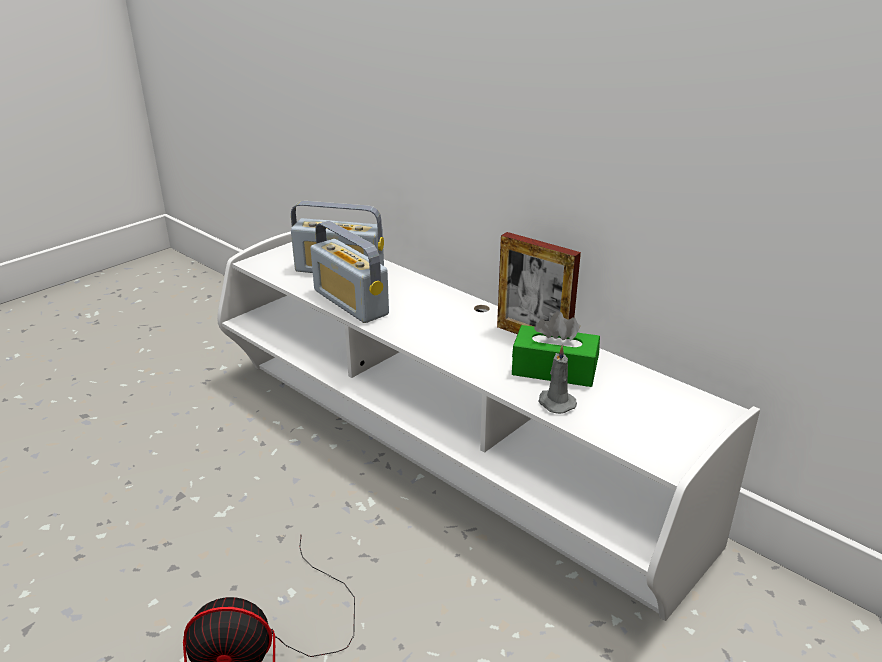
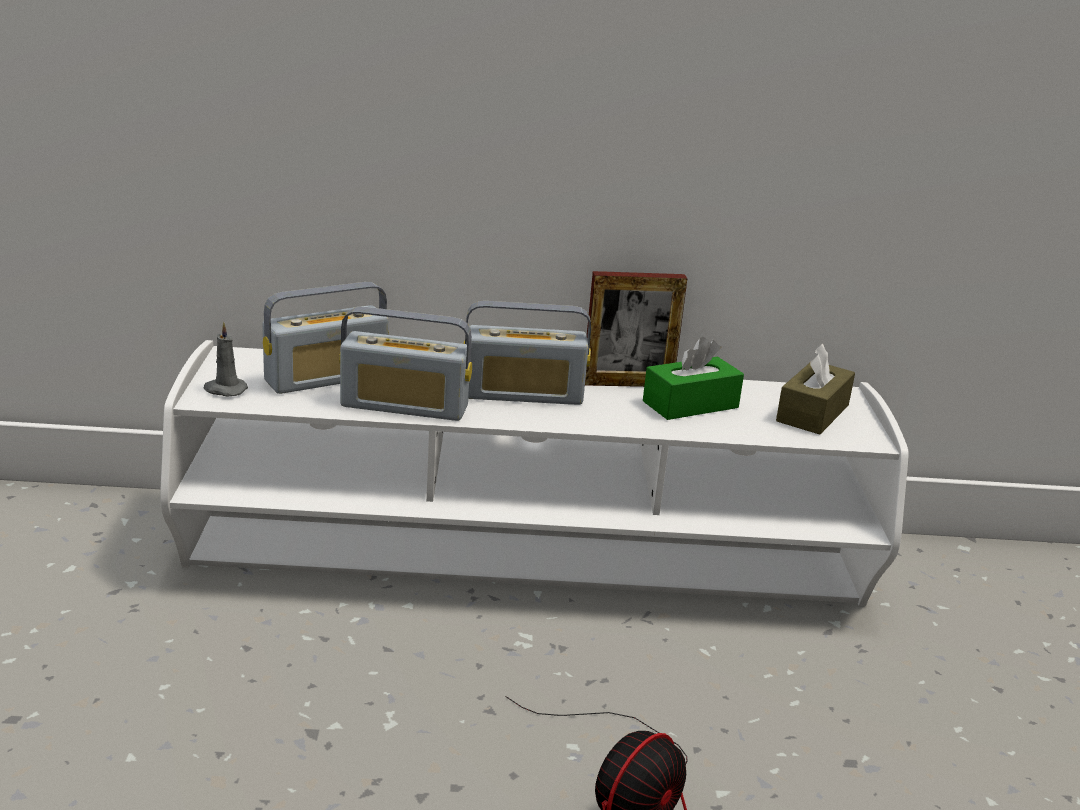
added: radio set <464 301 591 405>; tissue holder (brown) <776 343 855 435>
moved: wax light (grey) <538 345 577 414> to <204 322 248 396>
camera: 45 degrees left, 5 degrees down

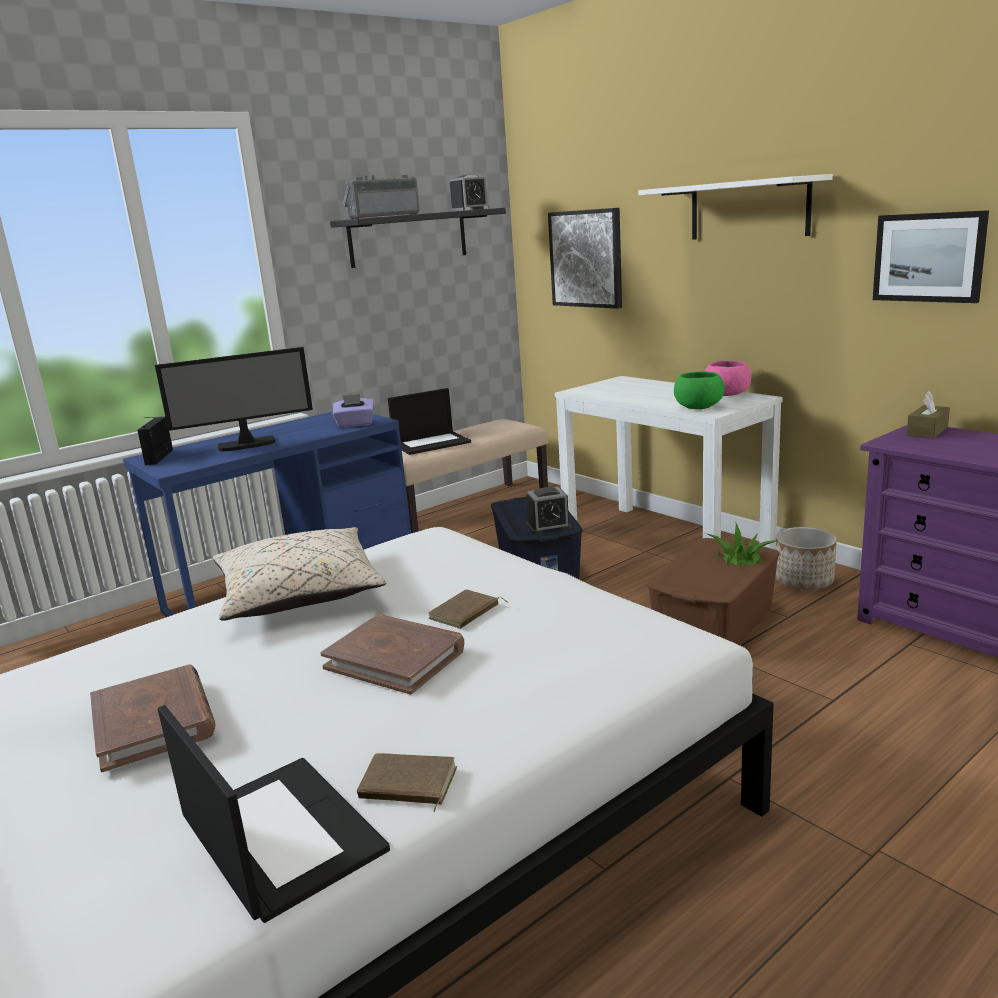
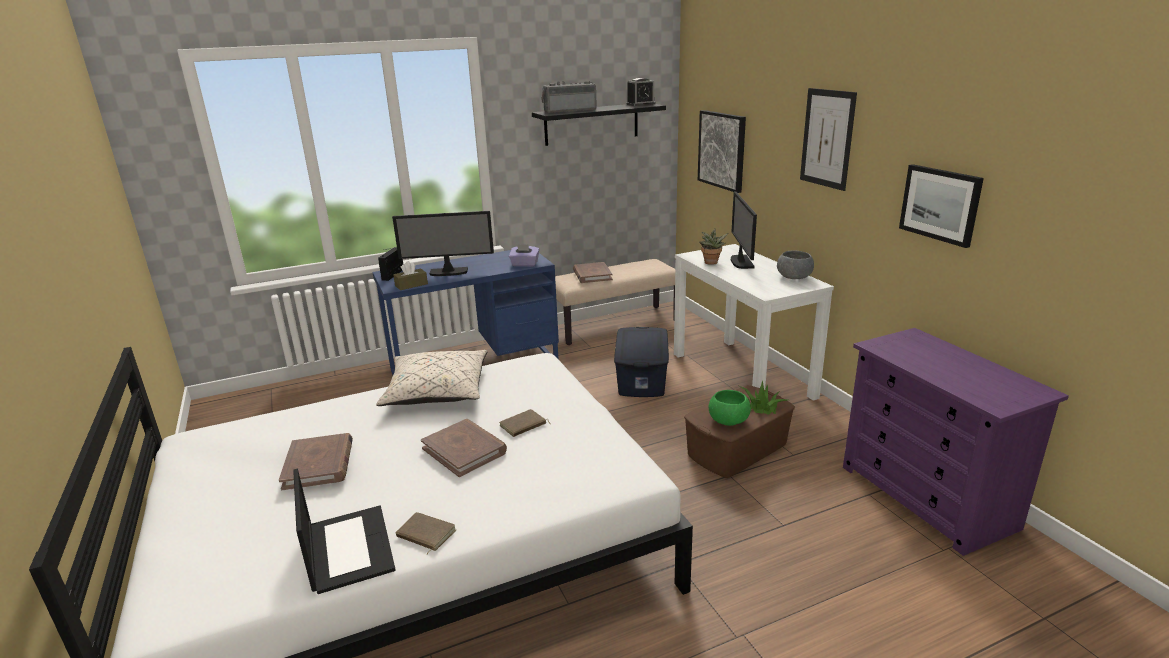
removed: alarm clock <526 487 571 534>; plant pot <775 527 837 590>
added: computer display <731 191 757 269>; plant in a pot <699 229 728 265>
moved: bowl (green-coloured) <674 372 724 409> to <709 390 751 426>; tissue holder (brown) <906 391 950 438> to <393 261 428 290>
replaced: shelf (white-coloured) <638 174 833 240> to picture <800 88 857 191>; portable computer <388 388 471 455> to bound book (brown) <573 262 613 283>
recoloured: bowl (pink) <705 361 751 396> to bowl (grey) <777 250 814 279>
camera: 15 degrees right, 5 degrees up

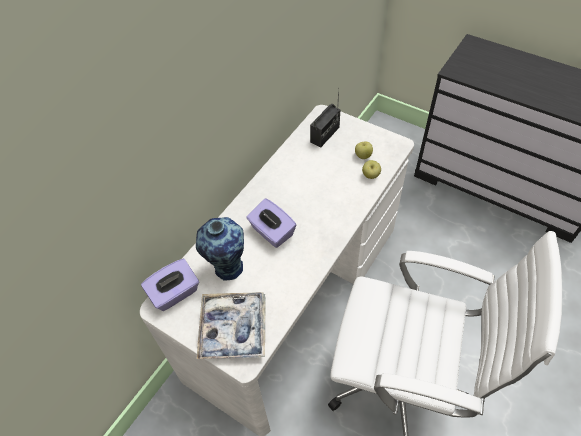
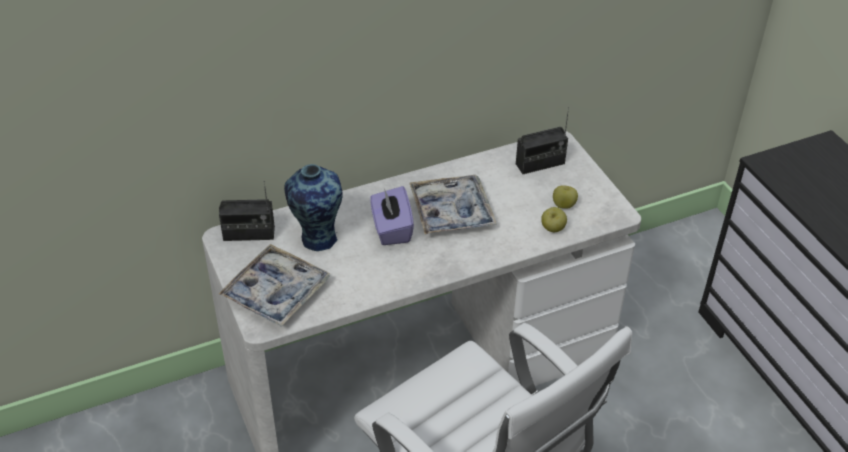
added: tray <410 175 497 234>
replaced: tissue holder (purple-coloured) <141 259 199 311> to radio set <219 181 275 241>
camera: 30 degrees right, 10 degrees down

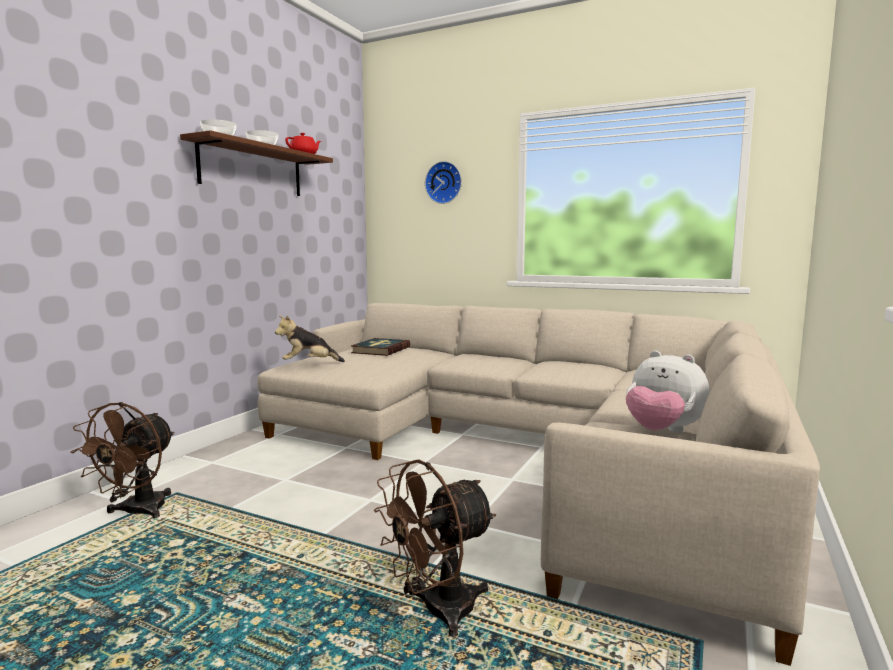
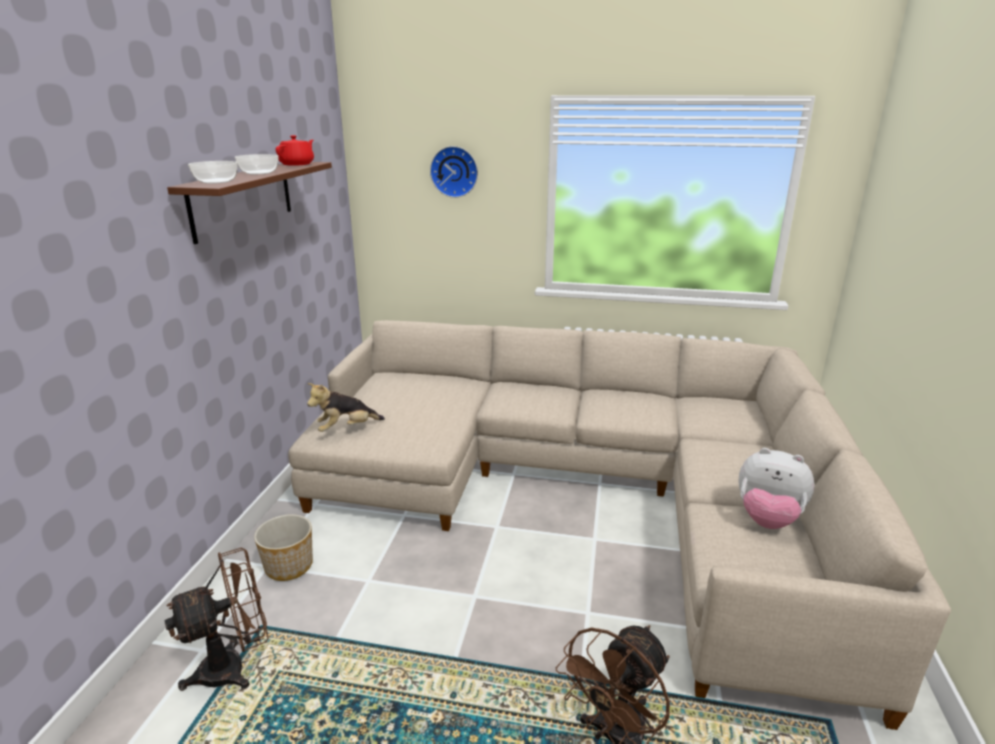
removed: bound book <351 338 410 356>
added: plant pot <254 514 313 581>
turned: cooling fan (brown) <70 402 175 518> = <164 548 269 691> 120 degrees counterclockwise
camera: 15 degrees left, 15 degrees up

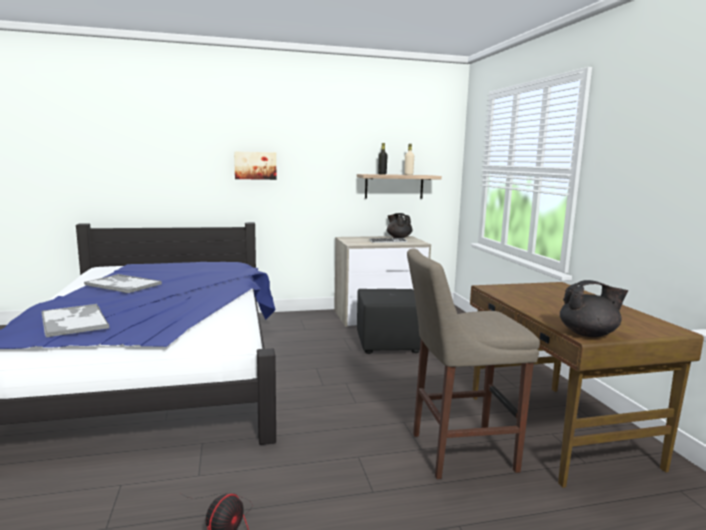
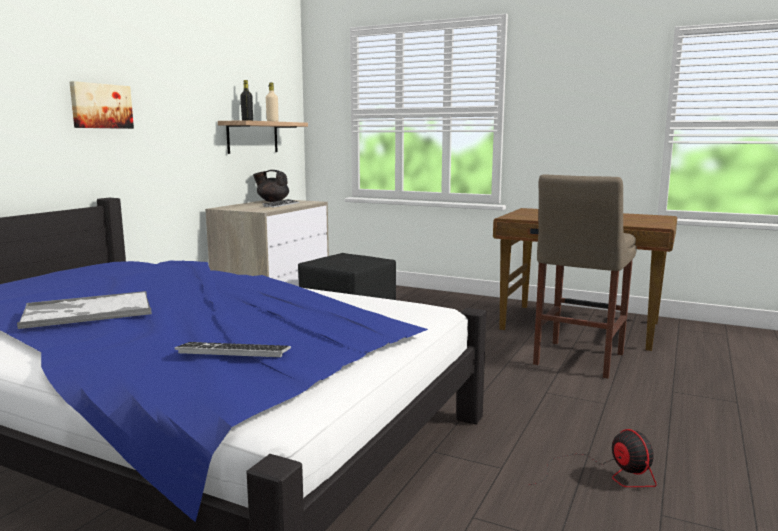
removed: pot for tea (black) <560 280 628 337>
replaced: tray <42 304 109 337> to computer keyboard <175 342 291 357>
camera: 50 degrees left, 0 degrees up

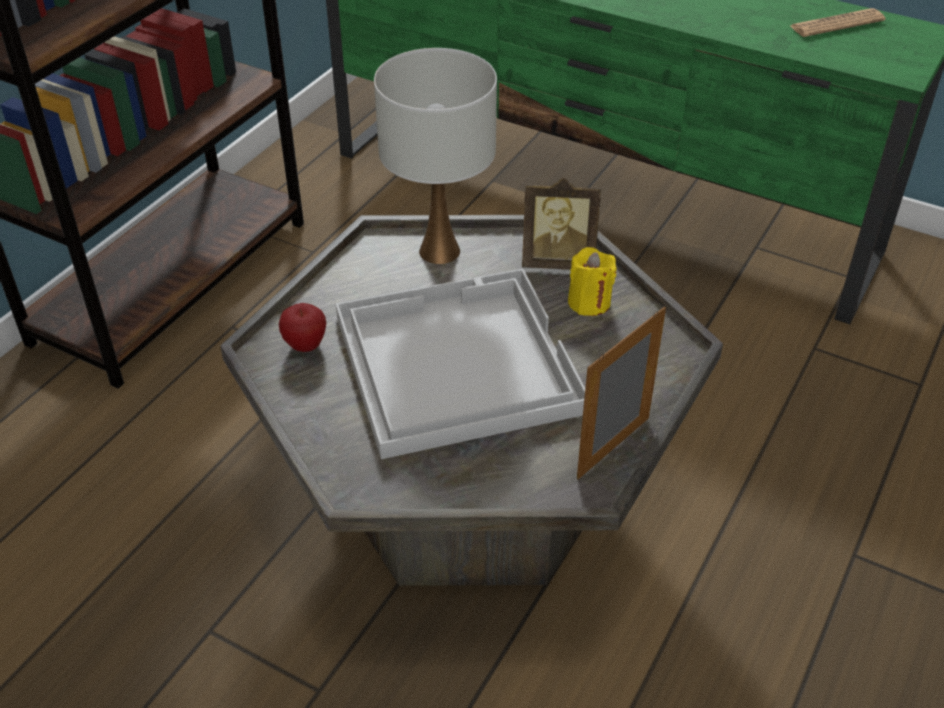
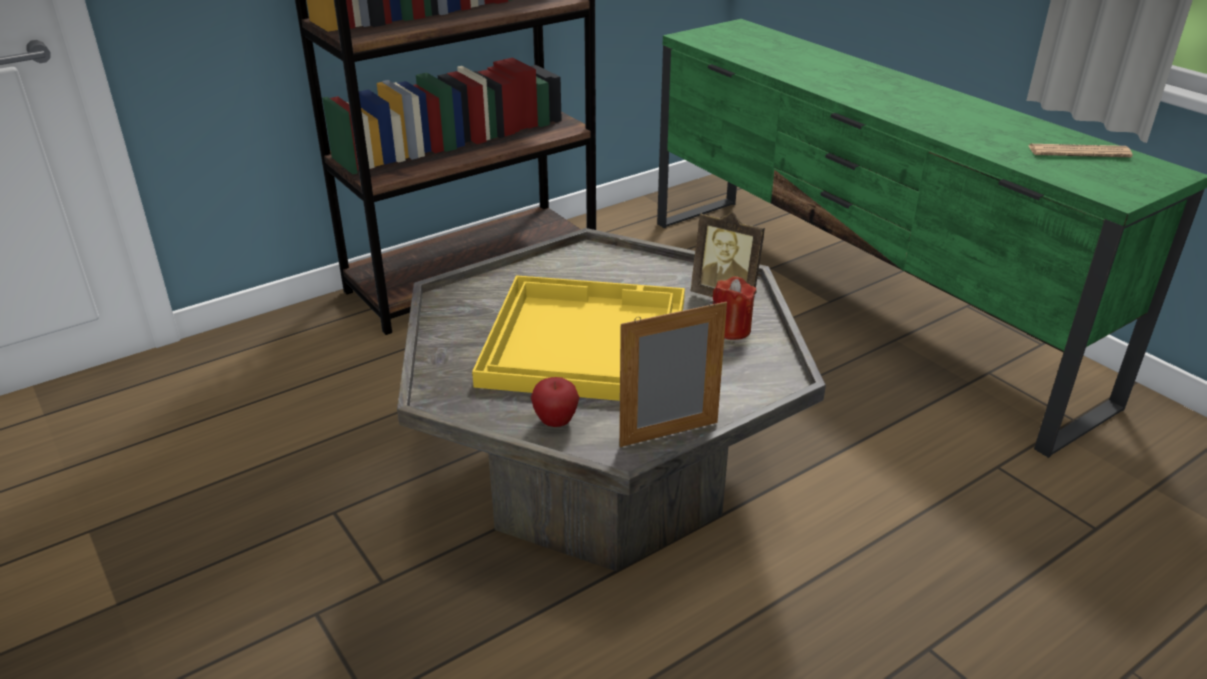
removed: lamp for a table (white-coloured) <374 48 497 264>
moved: whole apple <279 303 326 352> to <531 377 580 427>
recoloured: wax light (yellow-coloured) <568 247 617 316> to wax light (reddish) <713 276 756 340>; tray (white-coloured) <336 269 585 459> to tray (yellow-coloured) <472 275 685 401>
camera: 25 degrees right, 10 degrees down

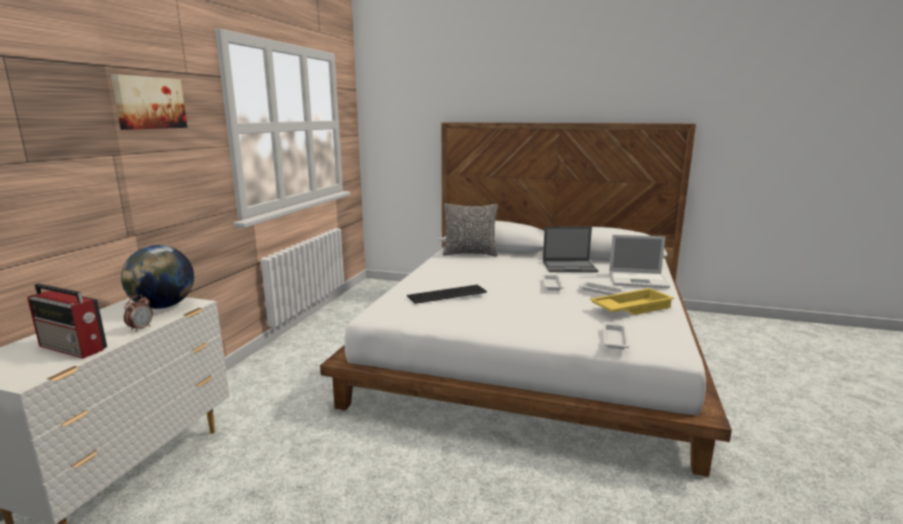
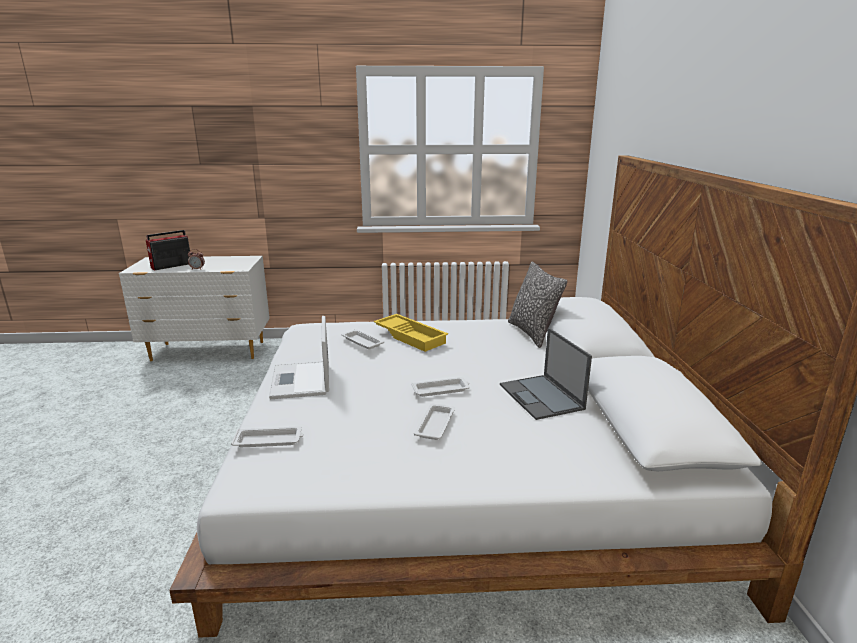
removed: picture <111 74 187 130>; desk globe <121 245 194 309>
moved: portable computer <609 235 670 288> to <269 316 329 399>; tray (yellow-coloured) <590 288 674 315> to <374 314 448 352>
replaced: computer keyboard <407 285 487 304> to tray (white-coloured) <342 330 384 349>
turned: radio set <27 284 107 359> = <146 230 190 271> 45 degrees clockwise
camera: 70 degrees right, 5 degrees up

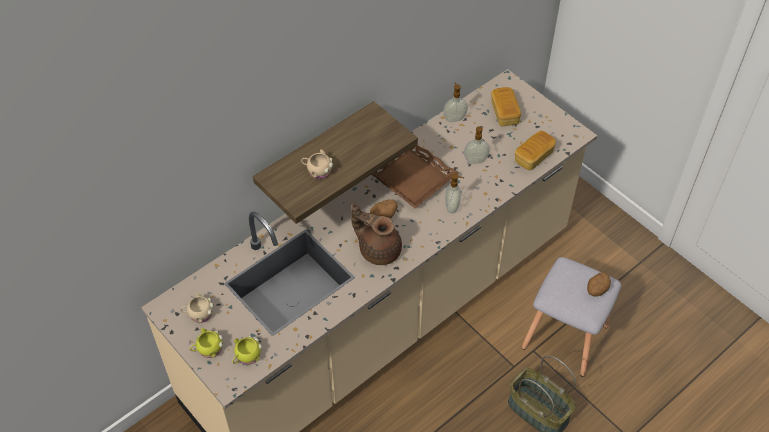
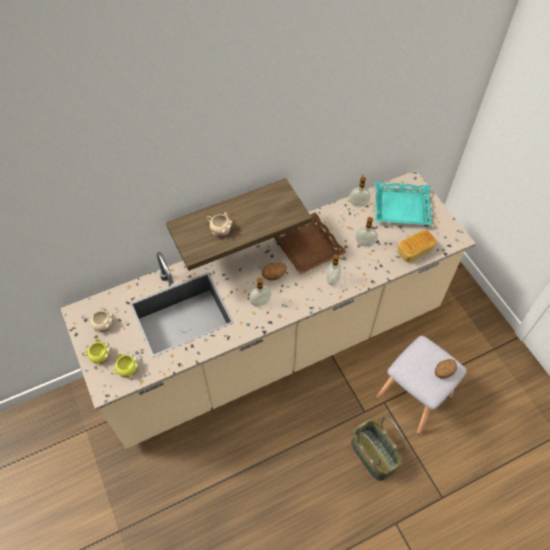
replaced: bread <491 87 521 126> to tray (turquoise-coloured) <375 182 432 225>; pot for tea (brown) <351 203 402 265> to soap bottle <249 278 271 307>
camera: 15 degrees right, 5 degrees up

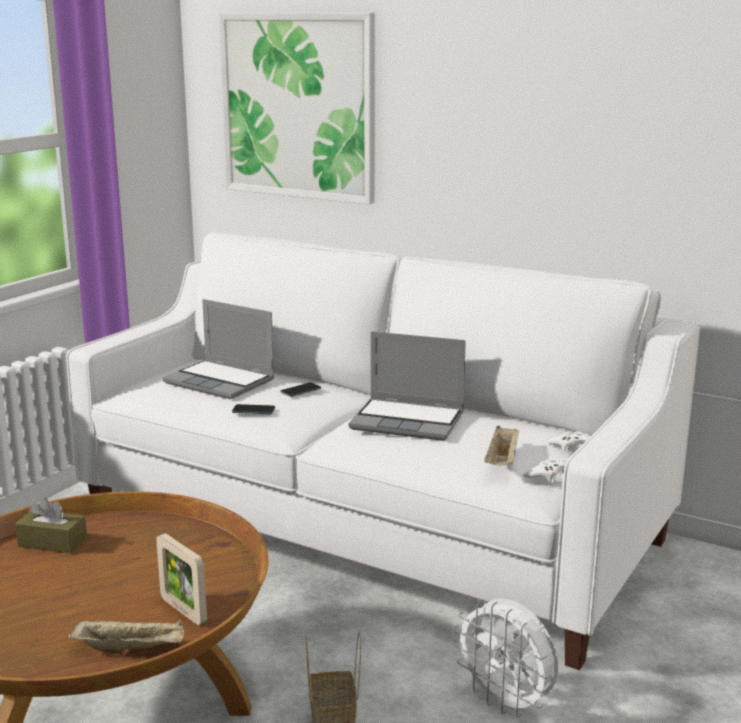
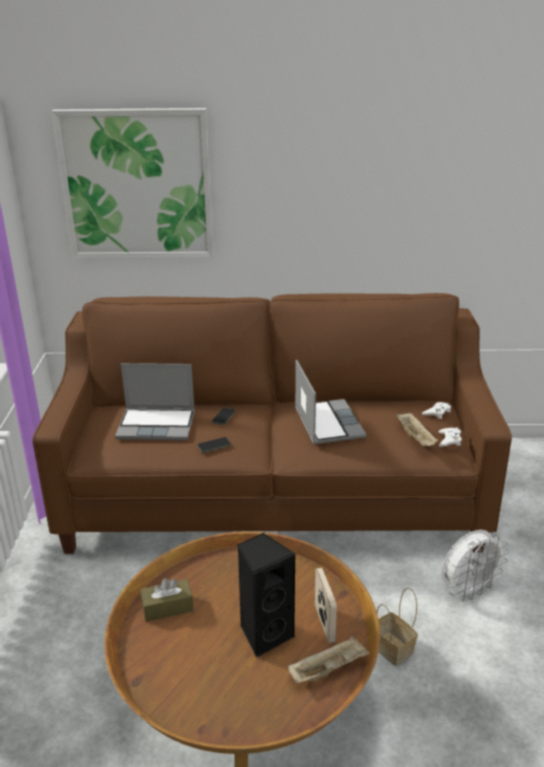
added: loudspeaker (black) <237 533 295 658>
recoloured: couch (white-coloured) <66 233 701 670> to couch (brown) <33 293 512 554>
turned: portable computer <349 331 466 441> = <295 360 367 444> 90 degrees counterclockwise; picture frame <156 533 207 625> = <315 568 337 644> 120 degrees counterclockwise; cooling fan (white-coloured) <453 599 559 717> = <441 530 509 601> 45 degrees counterclockwise
camera: 30 degrees left, 10 degrees up

